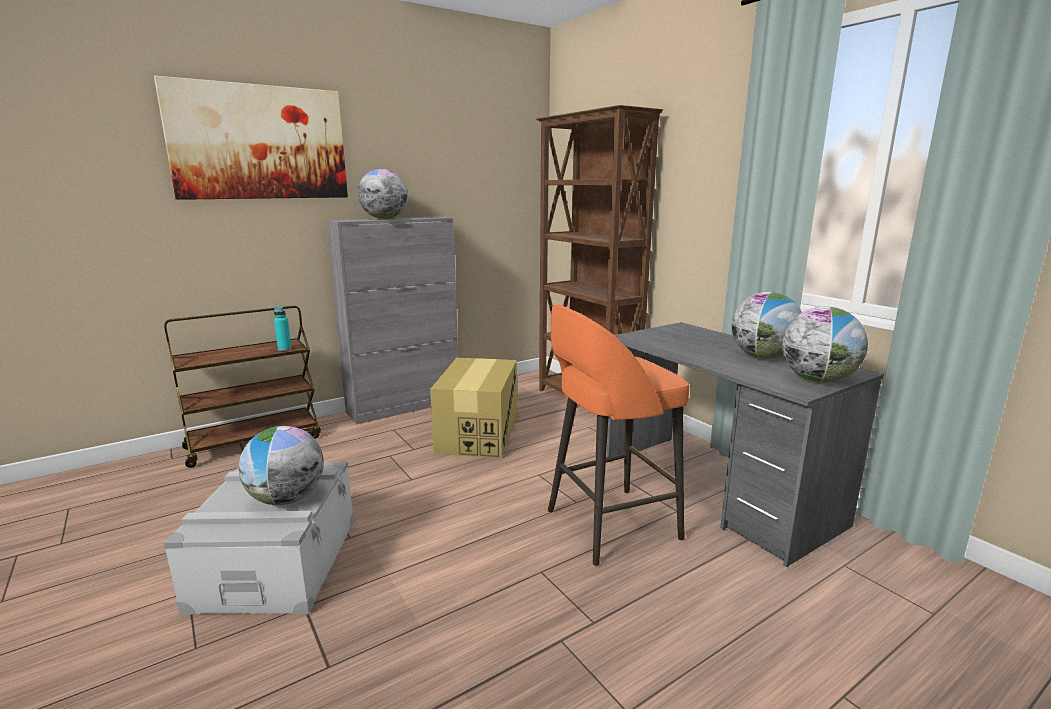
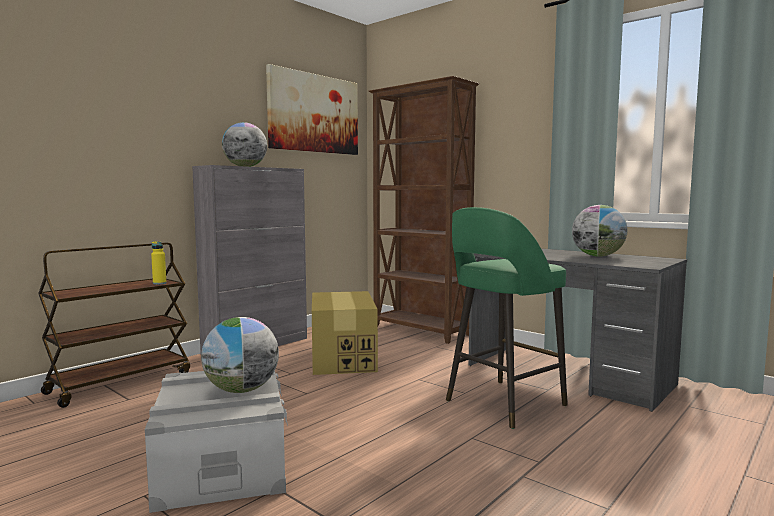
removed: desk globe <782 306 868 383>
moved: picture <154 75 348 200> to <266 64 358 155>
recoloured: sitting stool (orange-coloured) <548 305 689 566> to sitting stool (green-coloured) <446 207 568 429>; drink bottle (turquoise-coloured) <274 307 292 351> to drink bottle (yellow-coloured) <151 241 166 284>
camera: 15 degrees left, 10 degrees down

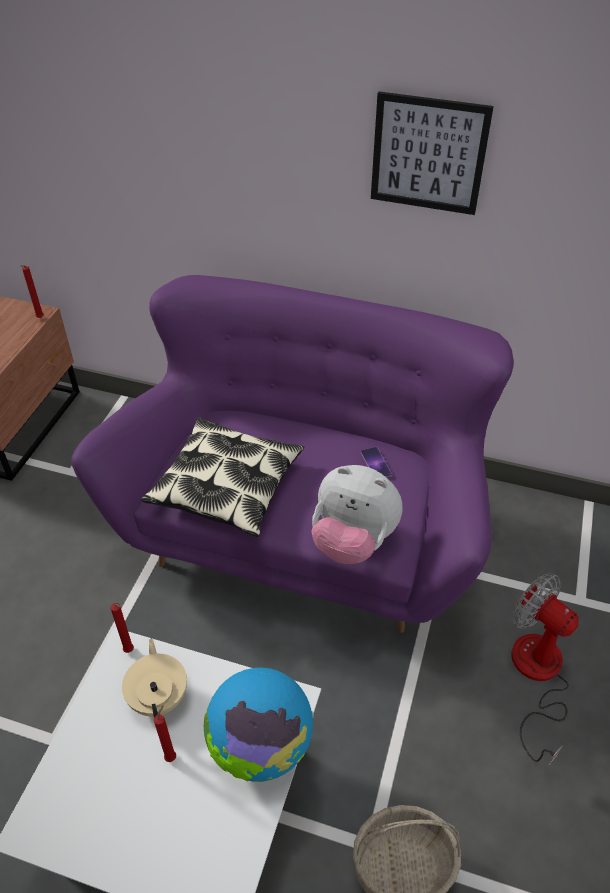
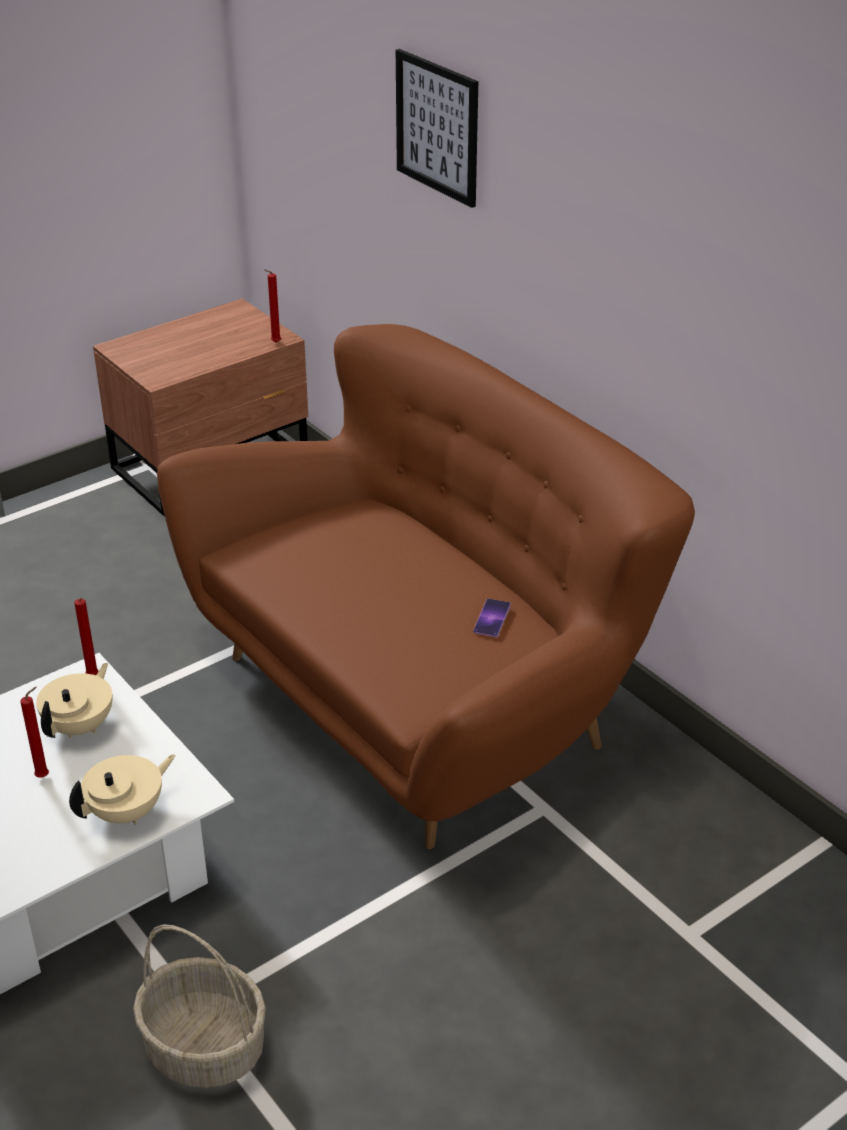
removed: throw pillow <142 417 304 537>; cuddly toy <312 465 402 564>; cooling fan <511 574 579 764>
moved: picture <371 91 494 215> to <396 49 478 208>
replaced: desk globe <204 668 314 782> to pot for tea (beige-coloured) <69 755 175 825>
recoloured: couch (purple-coloured) <71 275 514 633> to couch (brown) <157 324 695 849>
camera: 35 degrees right, 10 degrees down

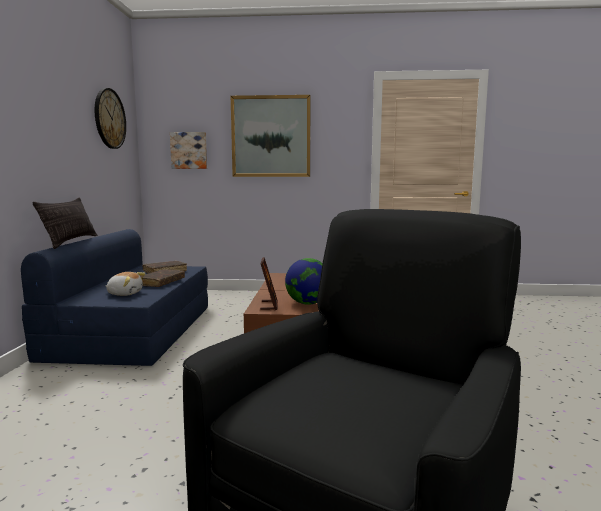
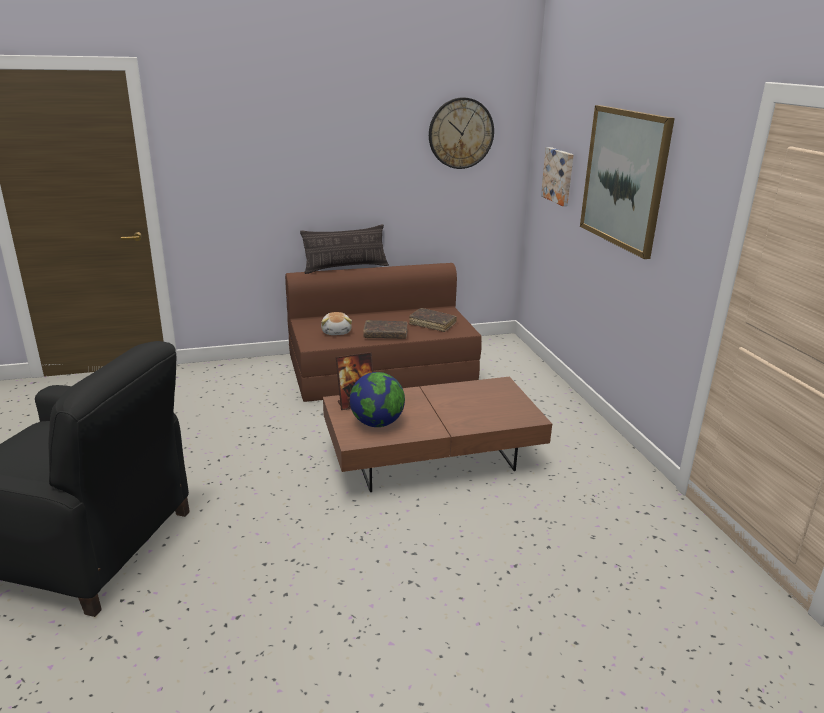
recoloured: couch (bluish) <21 229 208 366> to couch (brown) <285 263 482 402>
camera: 70 degrees right, 15 degrees up

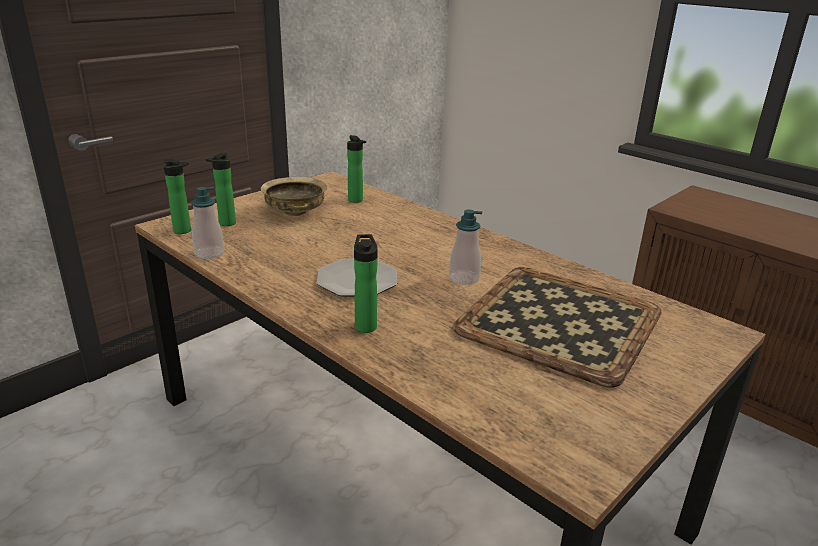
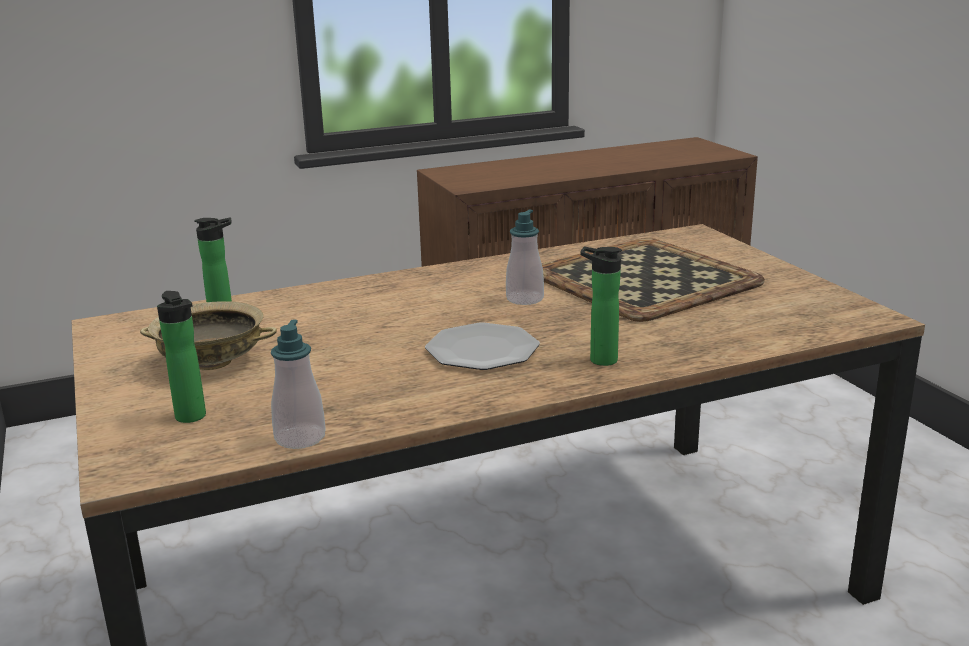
removed: drink bottle <164 159 191 234>
camera: 65 degrees left, 5 degrees down

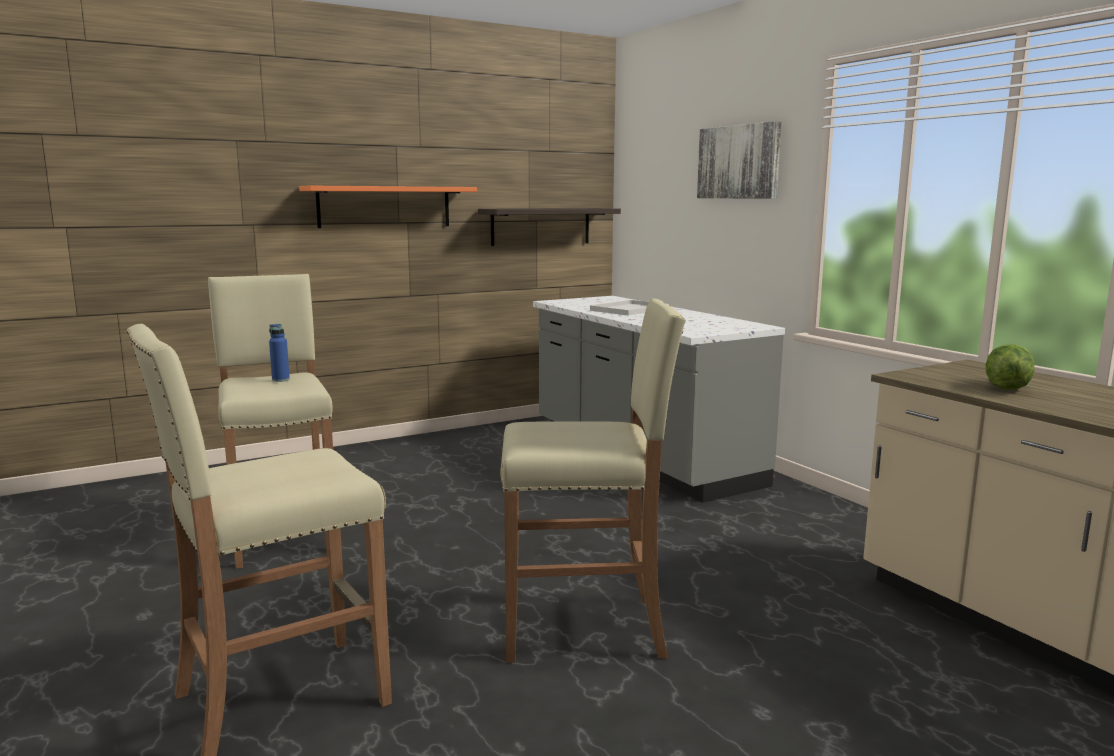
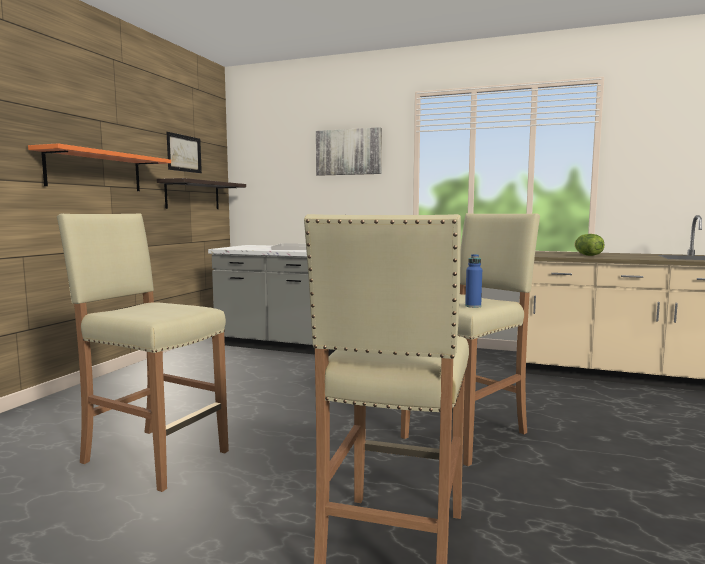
added: picture <167 132 202 173>
moved: drink bottle (bluish) <269 324 290 382> to <465 254 482 308>
camera: 40 degrees left, 5 degrees down

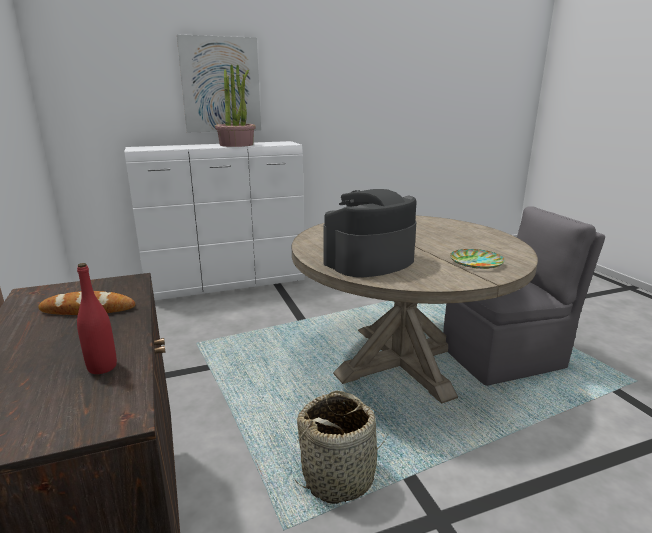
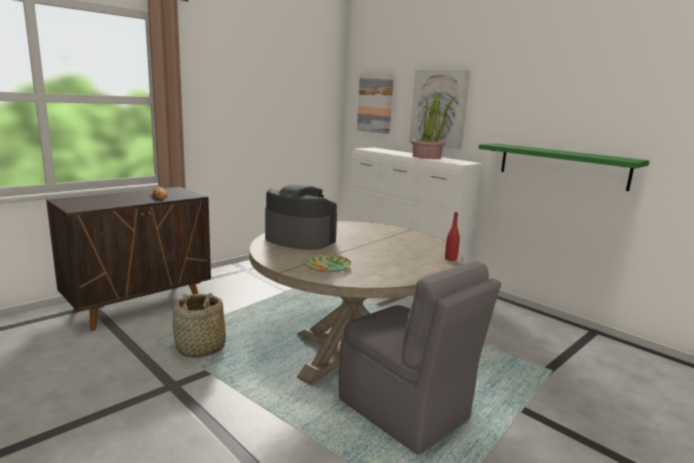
added: picture <357 73 394 134>; shelf (green-coloured) <478 143 649 191>
moved: drink bottle (reddish) <77 263 117 374> to <445 212 460 261>
camera: 65 degrees right, 5 degrees down

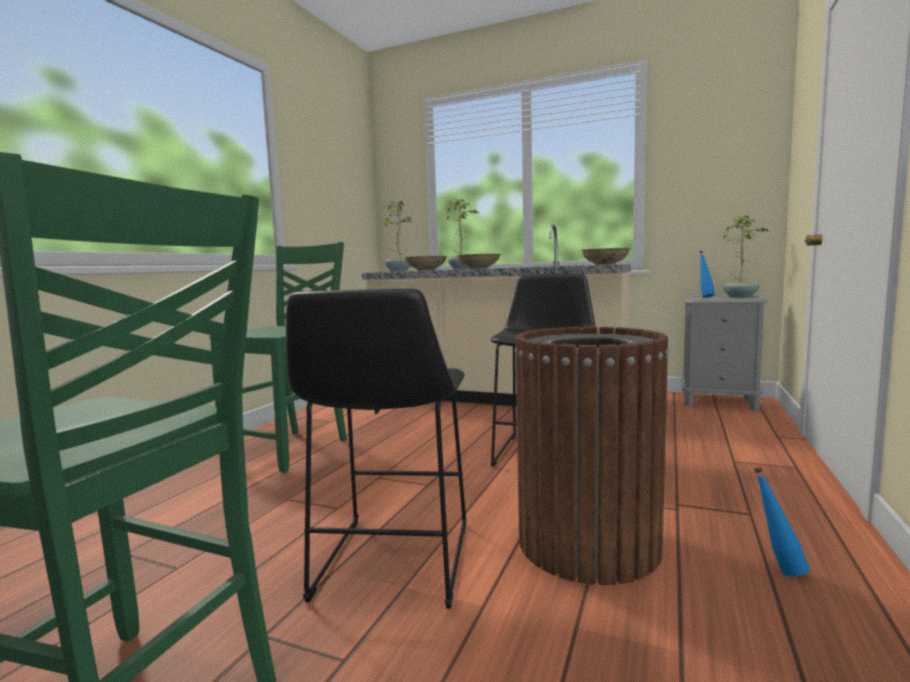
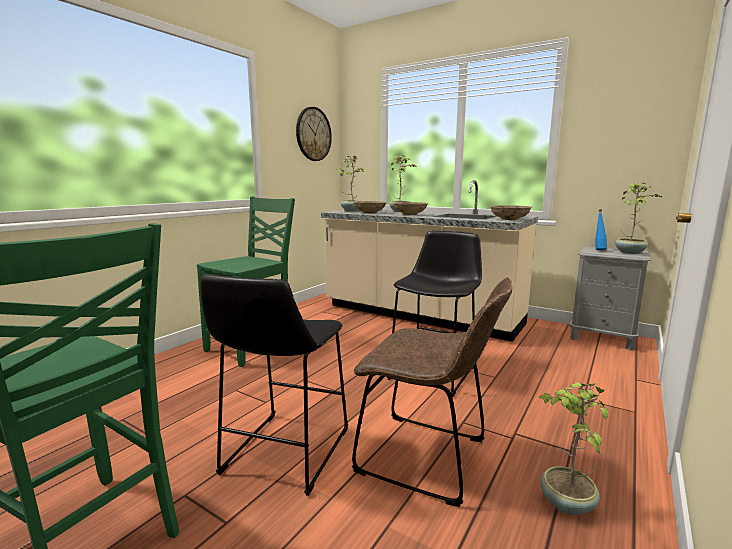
added: clock on the wall <296 107 332 161>
replaced: rubbish bin (brown) <515 327 669 585> to upright chair (brown) <352 277 512 507>; drink bottle (bluish) <754 467 810 576> to plant in a pot <538 383 608 515>
camera: 10 degrees right, 5 degrees up

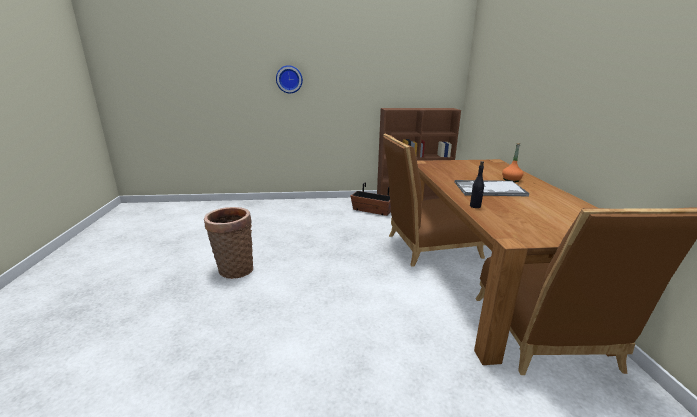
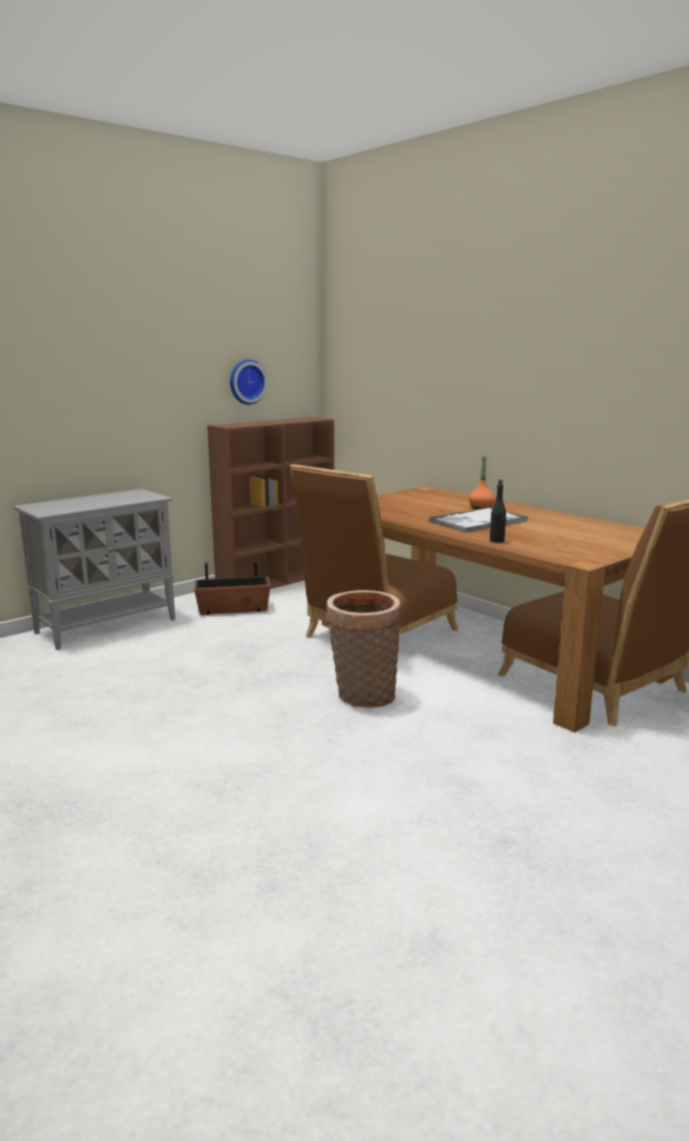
added: storage cabinet (grey) <13 489 175 650>
moved: clock on the wall <276 65 303 93> to <230 359 268 405>; storage basket <204 207 253 279> to <326 590 402 708>
camera: 35 degrees left, 5 degrees down

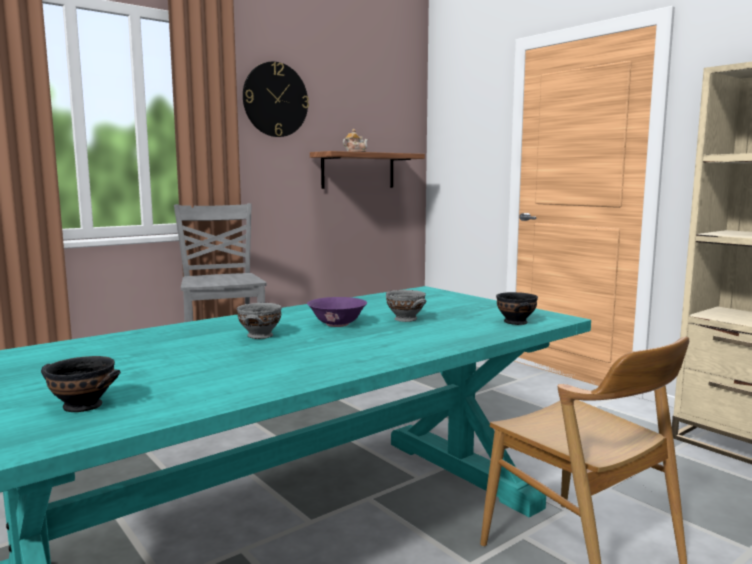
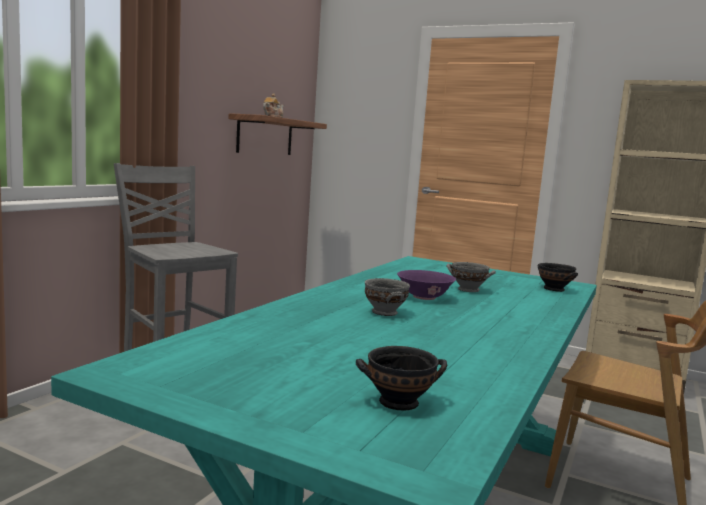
removed: clock on the wall <243 62 309 137>
camera: 25 degrees left, 0 degrees up

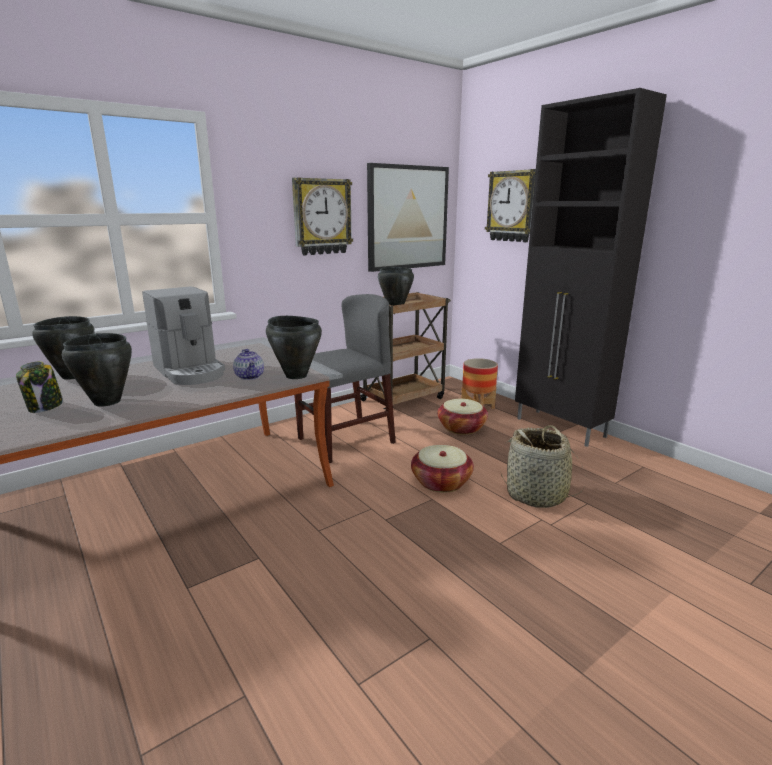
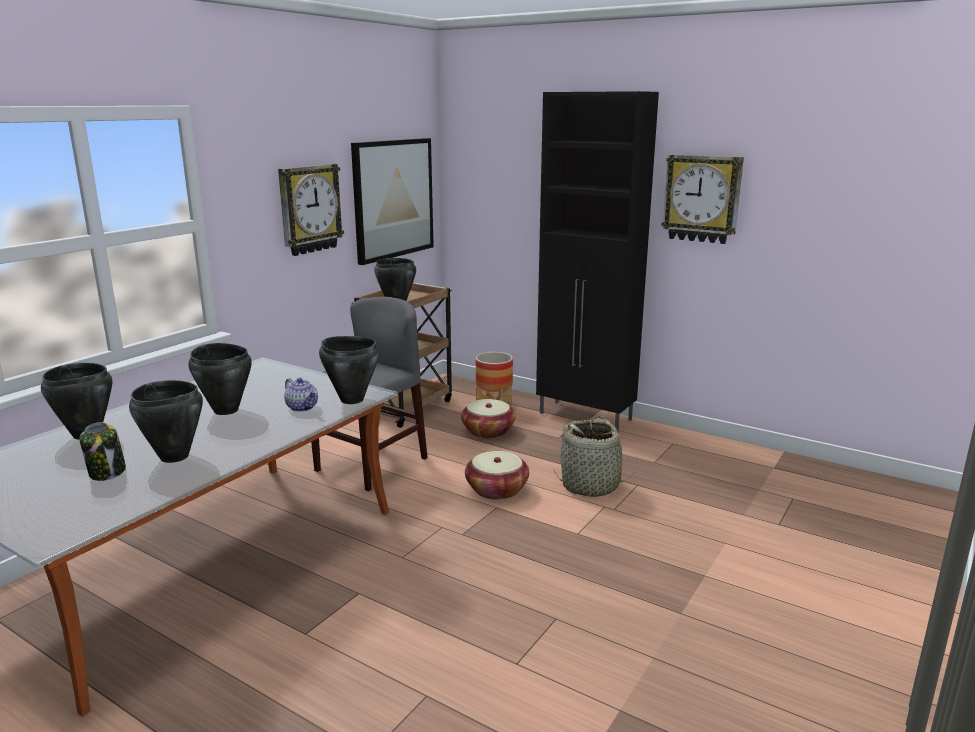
moved: clock on the wall <485 169 536 242> to <661 155 744 244>
replaced: coffee brewer <142 286 225 385> to stockpot (black) <189 343 252 415>
camera: 20 degrees left, 0 degrees up

